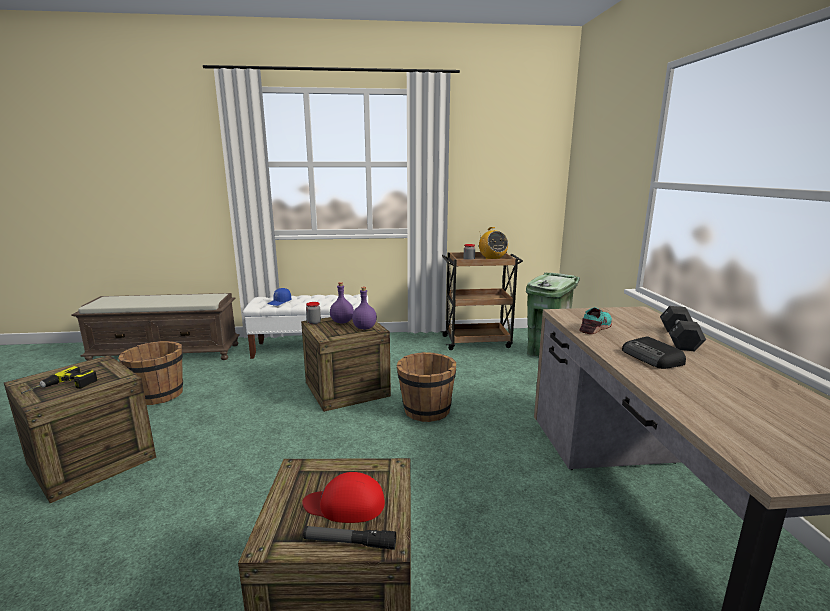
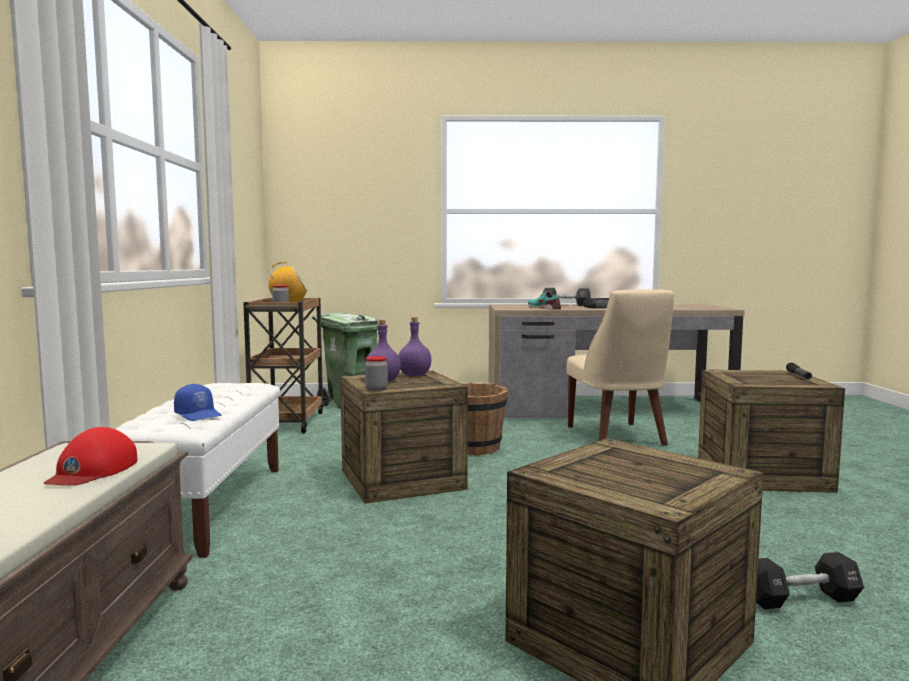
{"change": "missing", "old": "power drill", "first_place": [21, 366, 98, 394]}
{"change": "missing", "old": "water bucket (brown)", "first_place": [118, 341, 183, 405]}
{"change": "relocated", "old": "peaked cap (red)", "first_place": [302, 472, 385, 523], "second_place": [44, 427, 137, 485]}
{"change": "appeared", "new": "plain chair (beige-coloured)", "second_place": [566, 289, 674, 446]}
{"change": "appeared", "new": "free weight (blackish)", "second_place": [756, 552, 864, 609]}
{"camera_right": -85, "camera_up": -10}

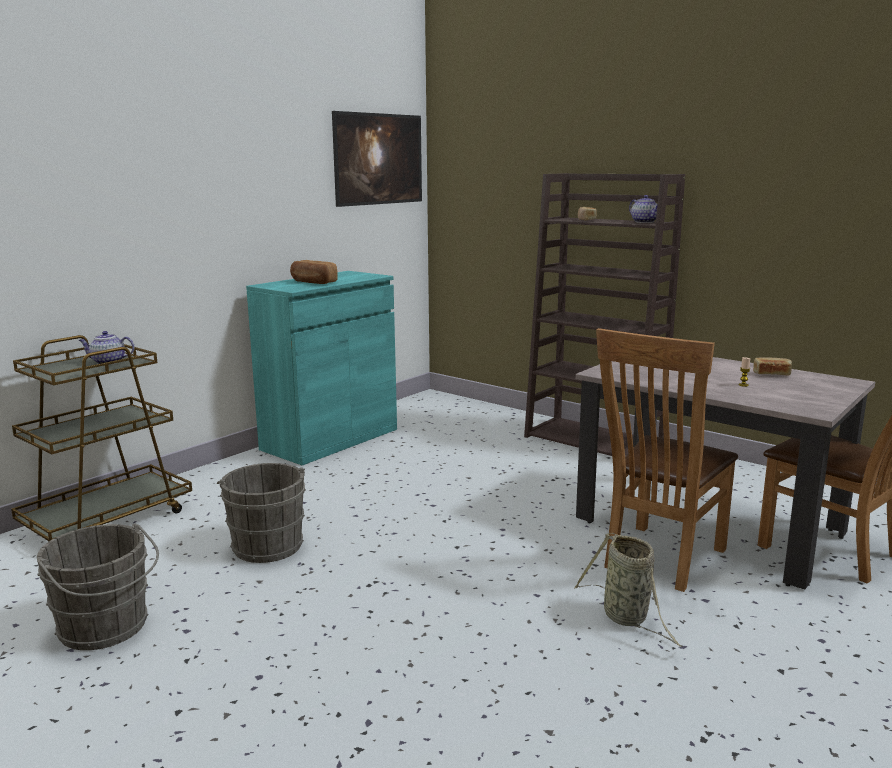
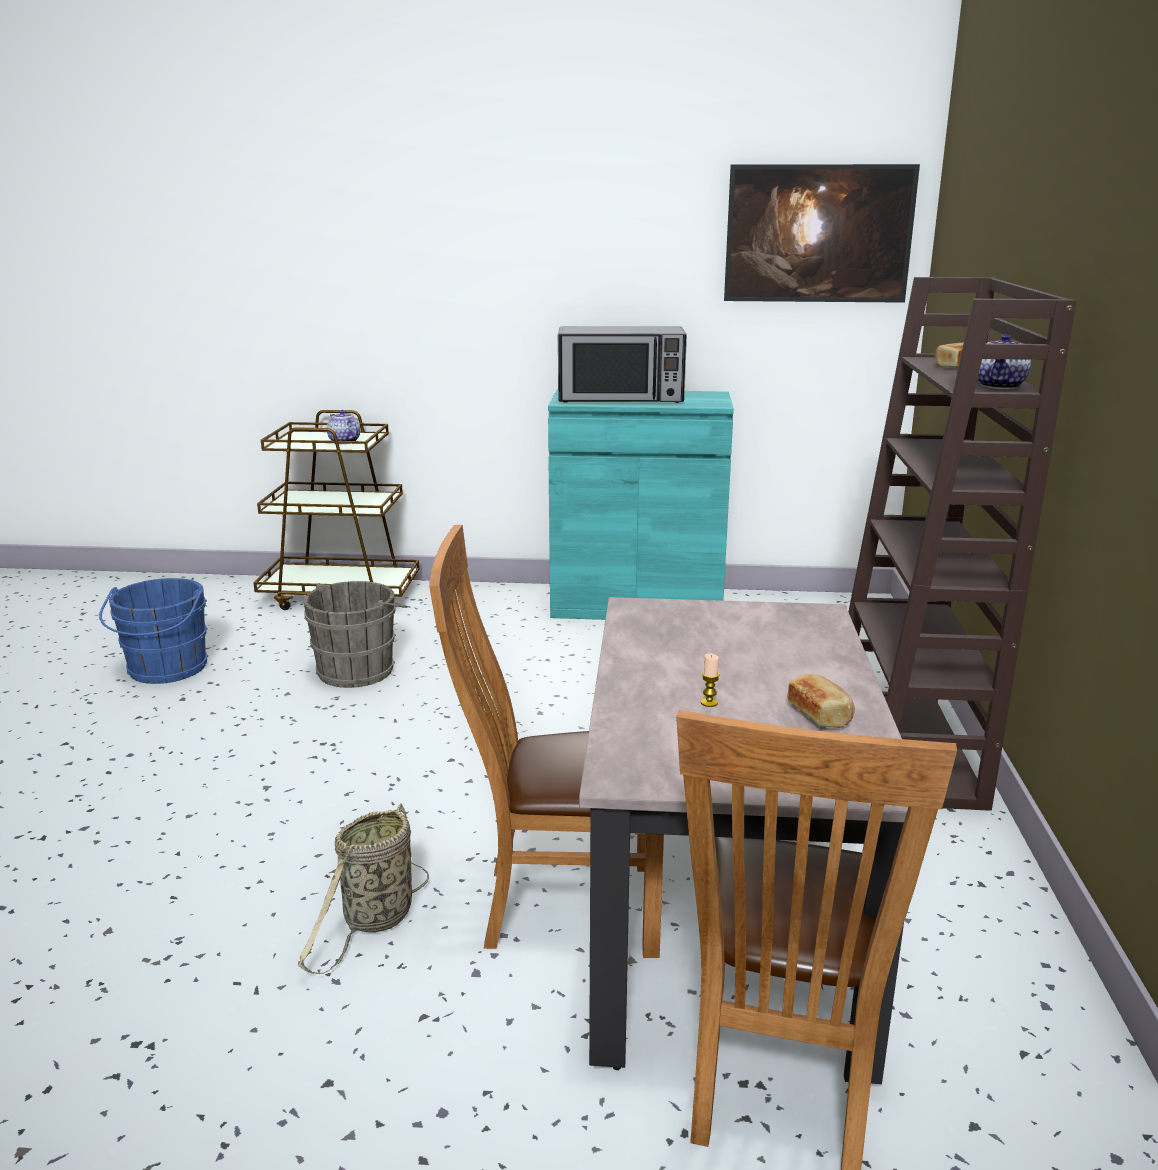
{"change": "colour", "old": "water bucket (grey)", "new": "water bucket (blue-coloured)", "first_place": [37, 524, 159, 650], "second_place": [99, 578, 208, 684]}
{"change": "exchanged", "old": "bakery bread", "new": "microwave", "first_place": [290, 260, 338, 284], "second_place": [558, 326, 687, 403]}
{"camera_right": 55, "camera_up": 5}

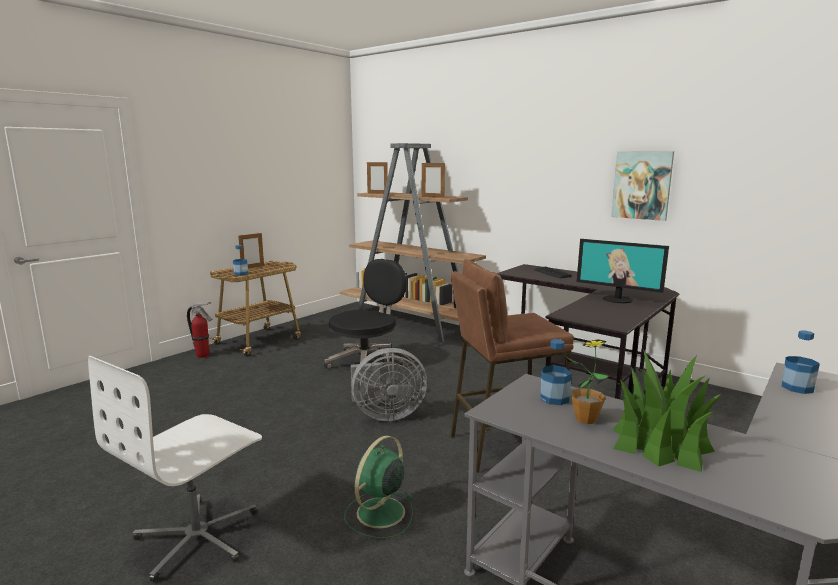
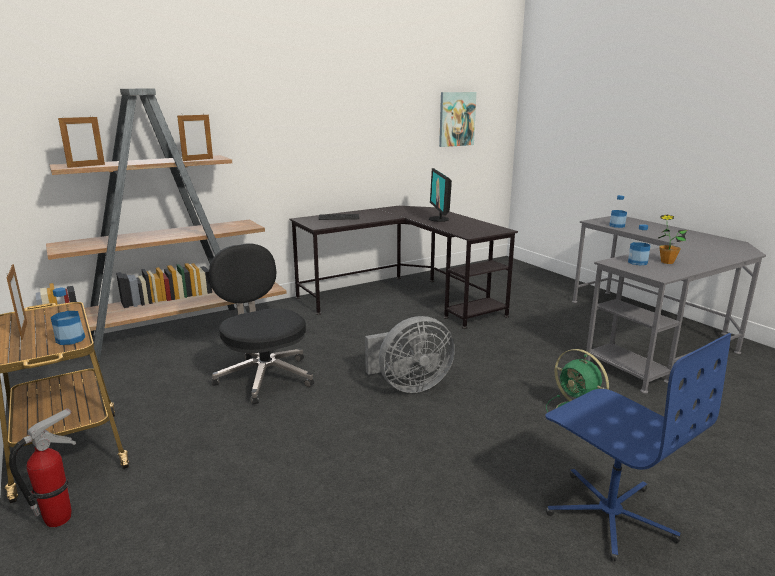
{"change": "colour", "old": "office chair (whitish)", "new": "office chair (blue-coloured)", "first_place": [88, 356, 262, 582], "second_place": [545, 333, 731, 561]}
{"change": "spun", "old": "fan (grey)", "first_place": [351, 348, 427, 421], "second_place": [365, 316, 455, 393], "degrees": 60}
{"change": "missing", "old": "sitting stool (brown)", "first_place": [451, 259, 574, 473]}
{"change": "spun", "old": "computer display", "first_place": [577, 239, 669, 303], "second_place": [429, 168, 452, 222], "degrees": 120}
{"change": "relocated", "old": "picture", "first_place": [611, 151, 674, 221], "second_place": [439, 92, 477, 147]}
{"change": "missing", "old": "plant in a pot", "first_place": [612, 349, 722, 472]}
{"camera_right": -70, "camera_up": 5}

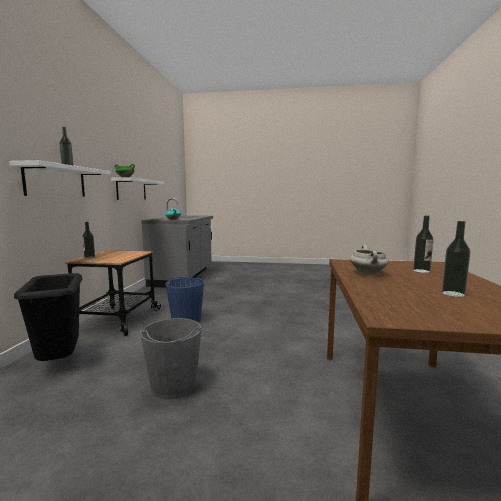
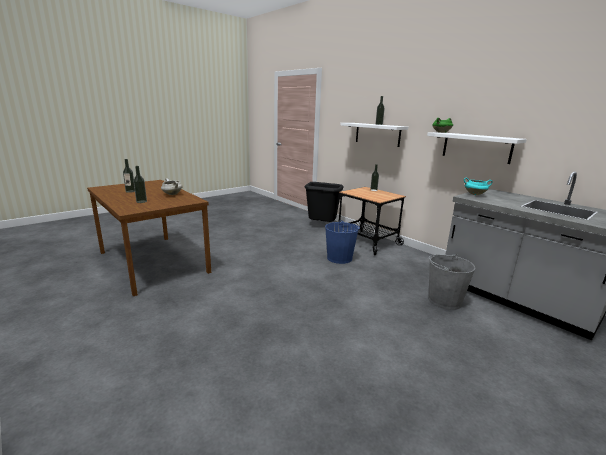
{"change": "relocated", "old": "water bucket (grey)", "first_place": [140, 318, 202, 399], "second_place": [428, 254, 475, 310]}
{"camera_right": 130, "camera_up": 10}

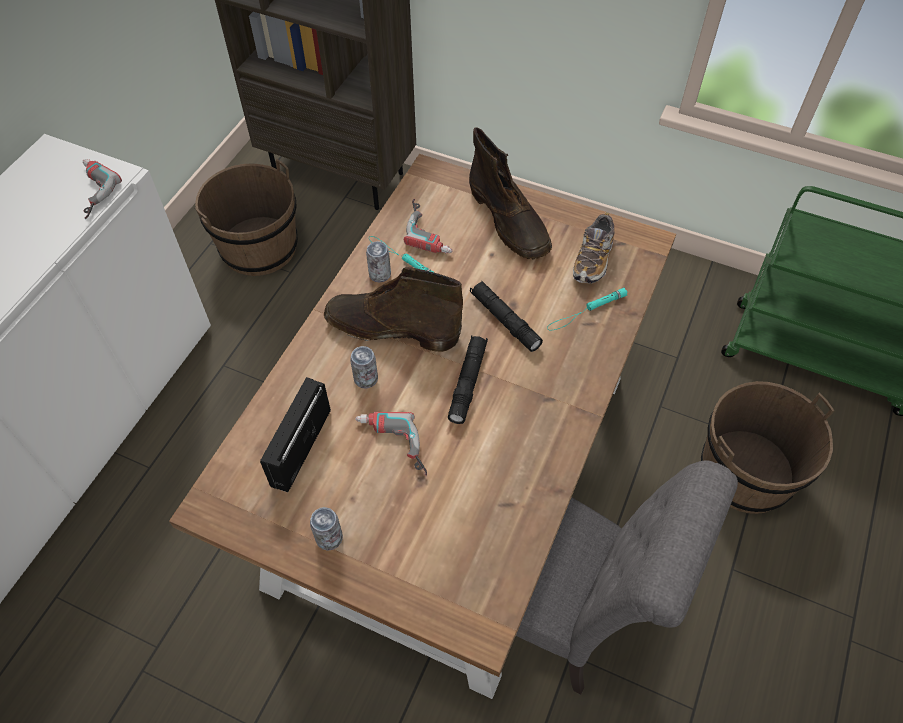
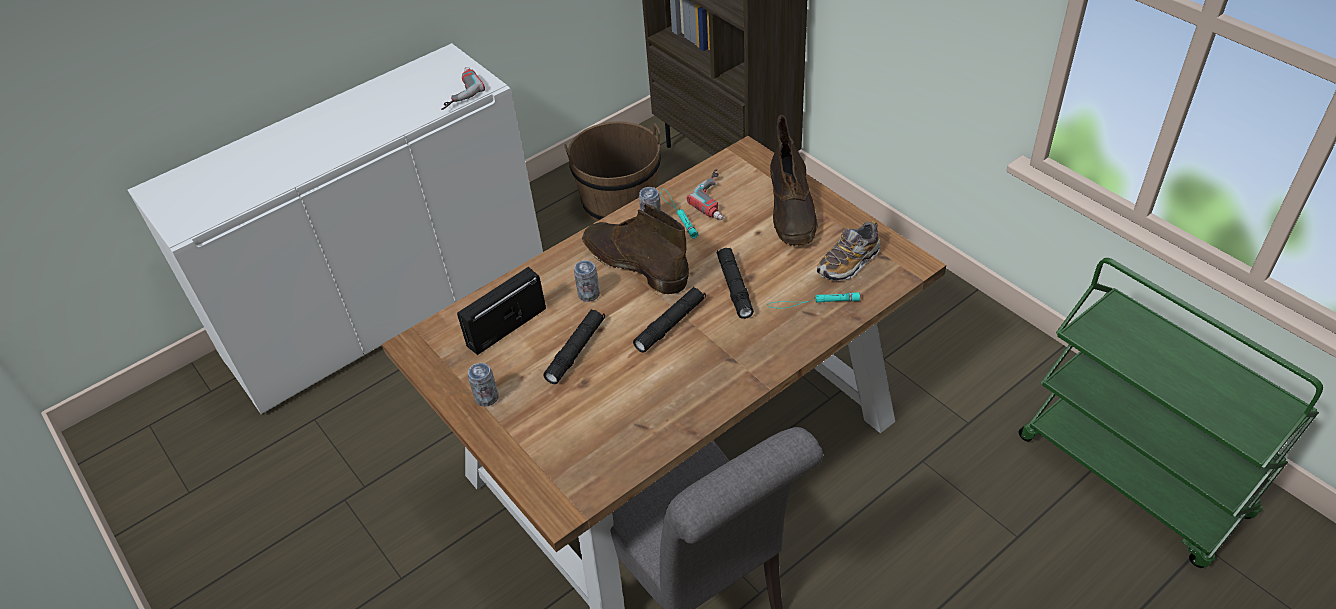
{"change": "exchanged", "old": "power drill", "new": "hand torch (blackish)", "first_place": [355, 412, 427, 476], "second_place": [543, 309, 605, 384]}
{"change": "missing", "old": "water bucket (brown)", "first_place": [701, 381, 834, 514]}
{"camera_right": 30, "camera_up": -10}

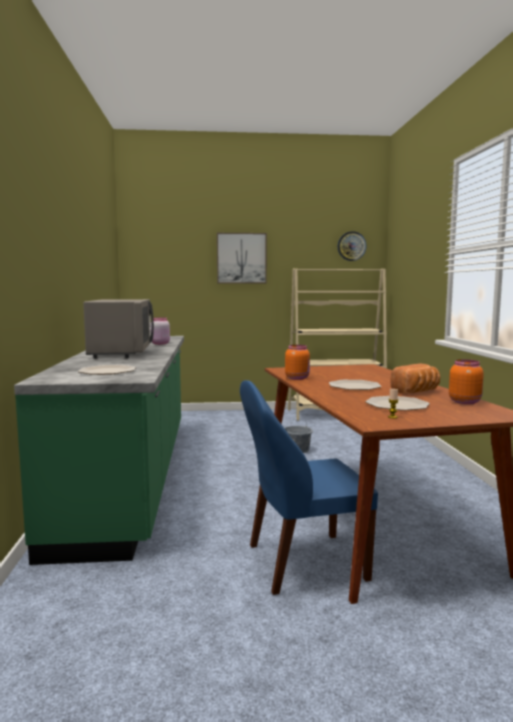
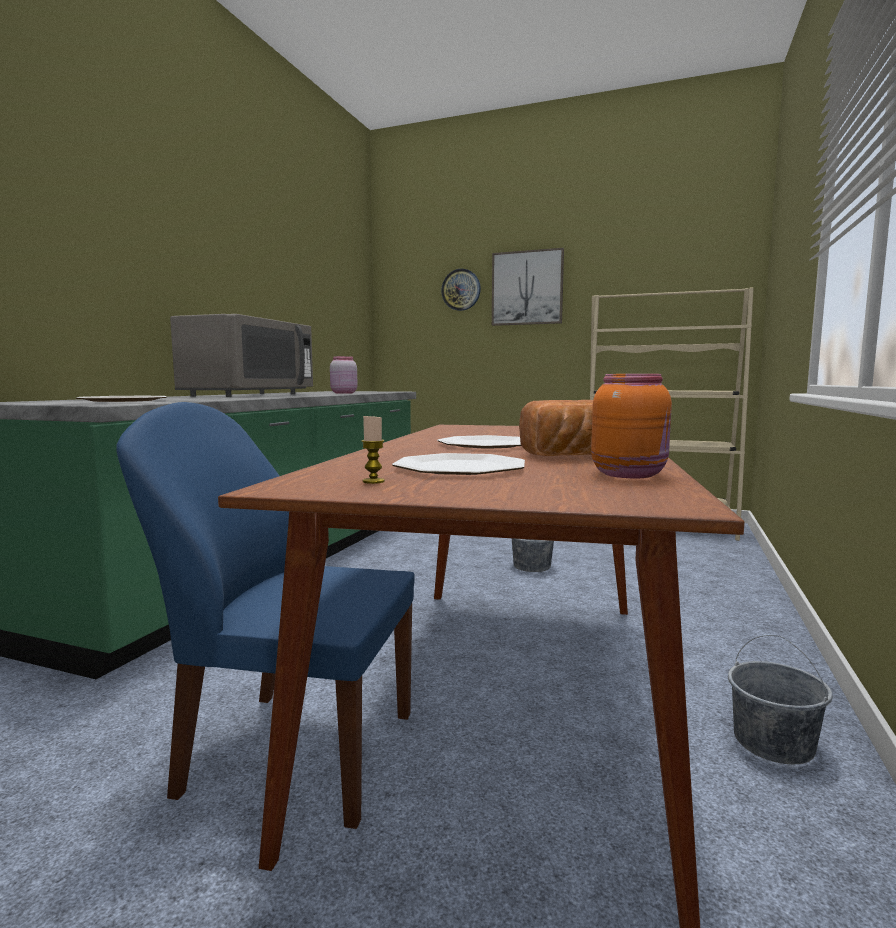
{"change": "missing", "old": "jar (orange)", "first_place": [285, 345, 310, 380]}
{"change": "relocated", "old": "hanging clock", "first_place": [338, 231, 366, 261], "second_place": [441, 269, 481, 311]}
{"change": "appeared", "new": "water bucket (grey)", "second_place": [728, 635, 833, 765]}
{"camera_right": 25, "camera_up": 0}

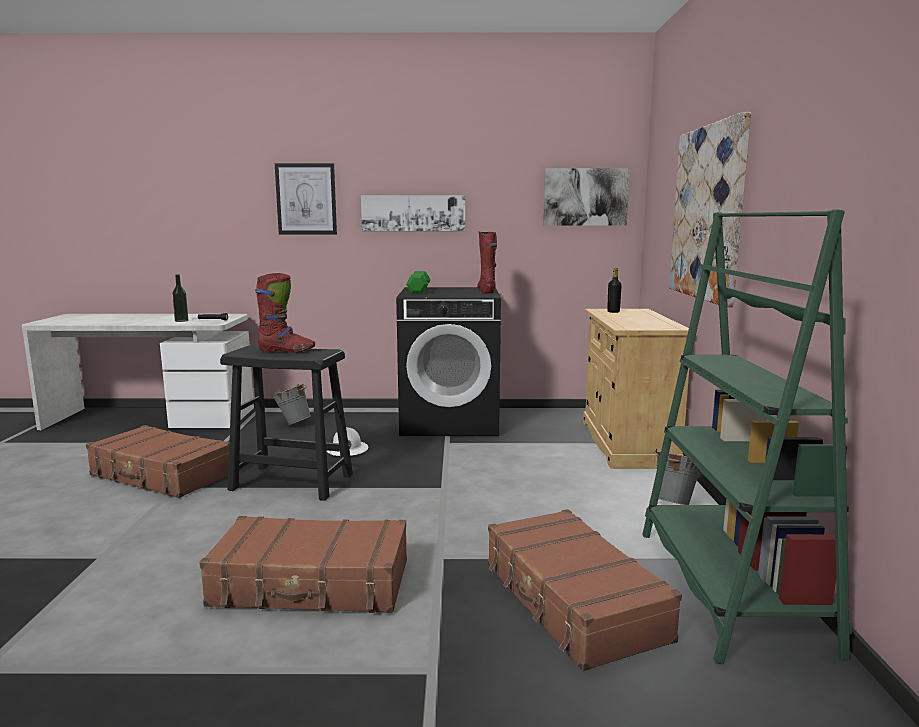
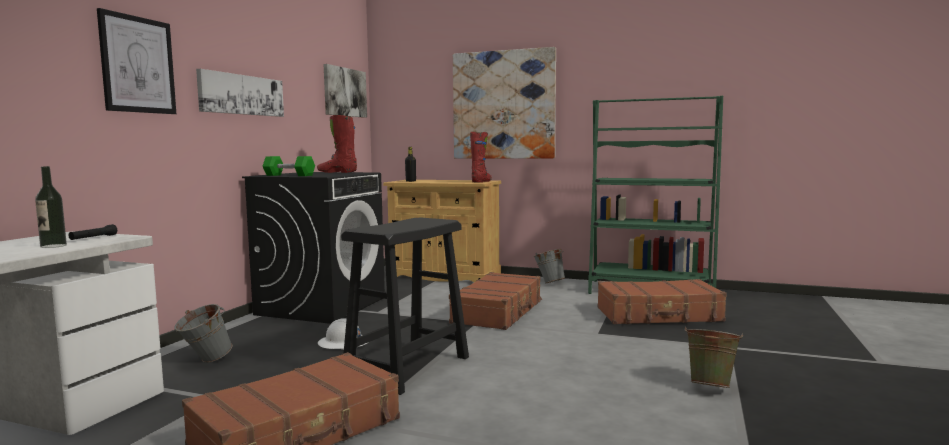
{"change": "relocated", "old": "suitcase (brown)", "first_place": [199, 516, 407, 613], "second_place": [449, 272, 542, 330]}
{"change": "relocated", "old": "boot (red)", "first_place": [255, 273, 315, 353], "second_place": [470, 132, 492, 182]}
{"change": "appeared", "new": "water bucket (greenish)", "second_place": [685, 327, 743, 388]}
{"camera_right": -70, "camera_up": -5}

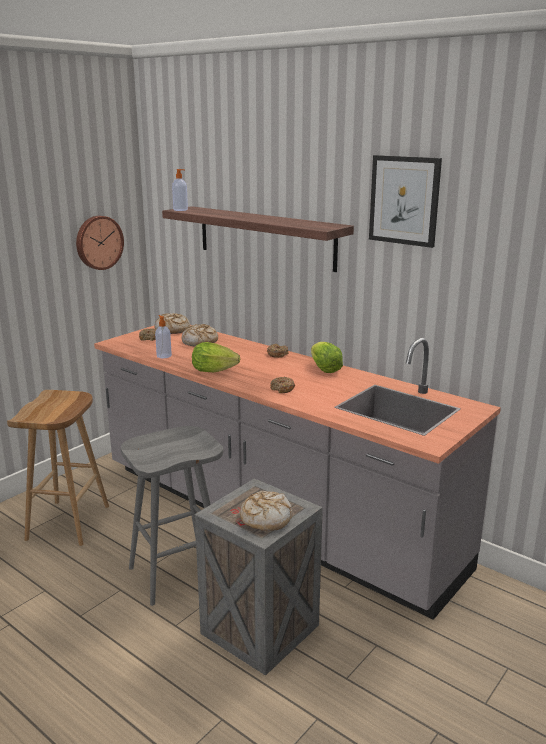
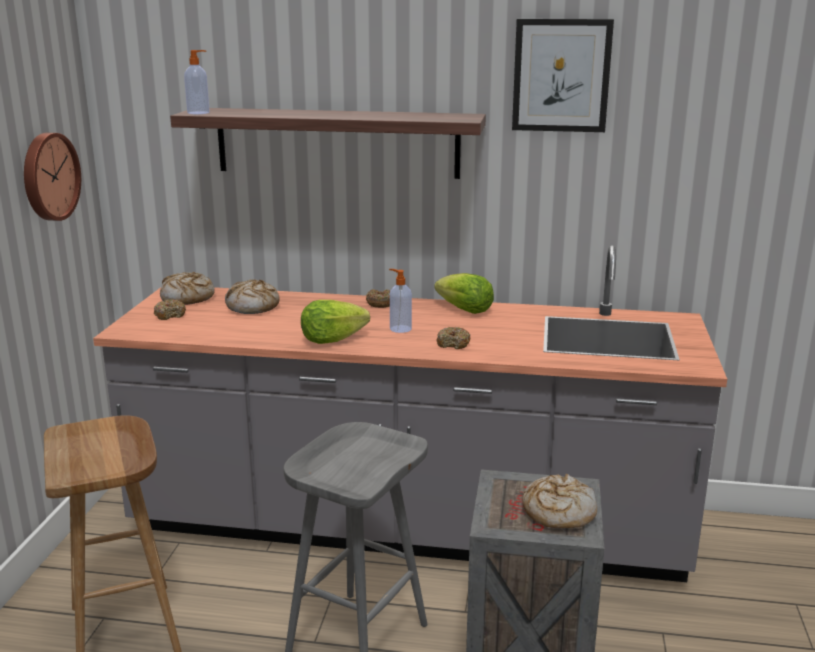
{"change": "relocated", "old": "liquid soap bottle", "first_place": [155, 315, 172, 358], "second_place": [389, 269, 412, 333]}
{"camera_right": -30, "camera_up": 0}

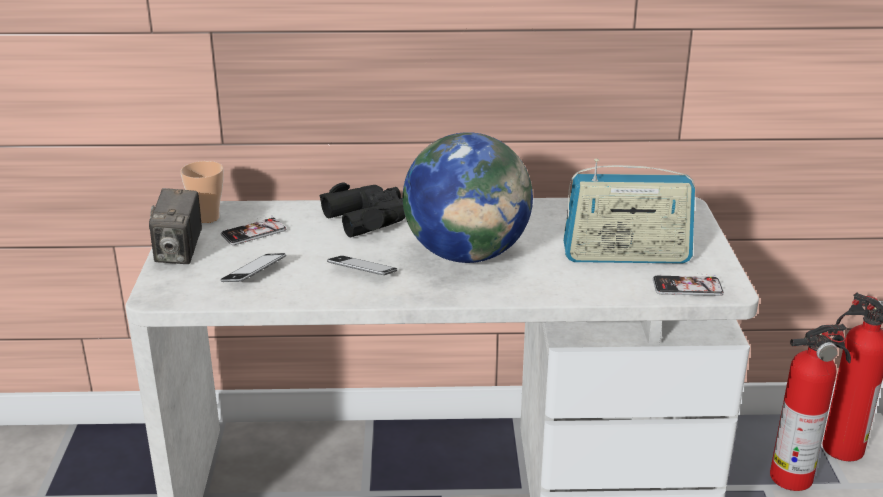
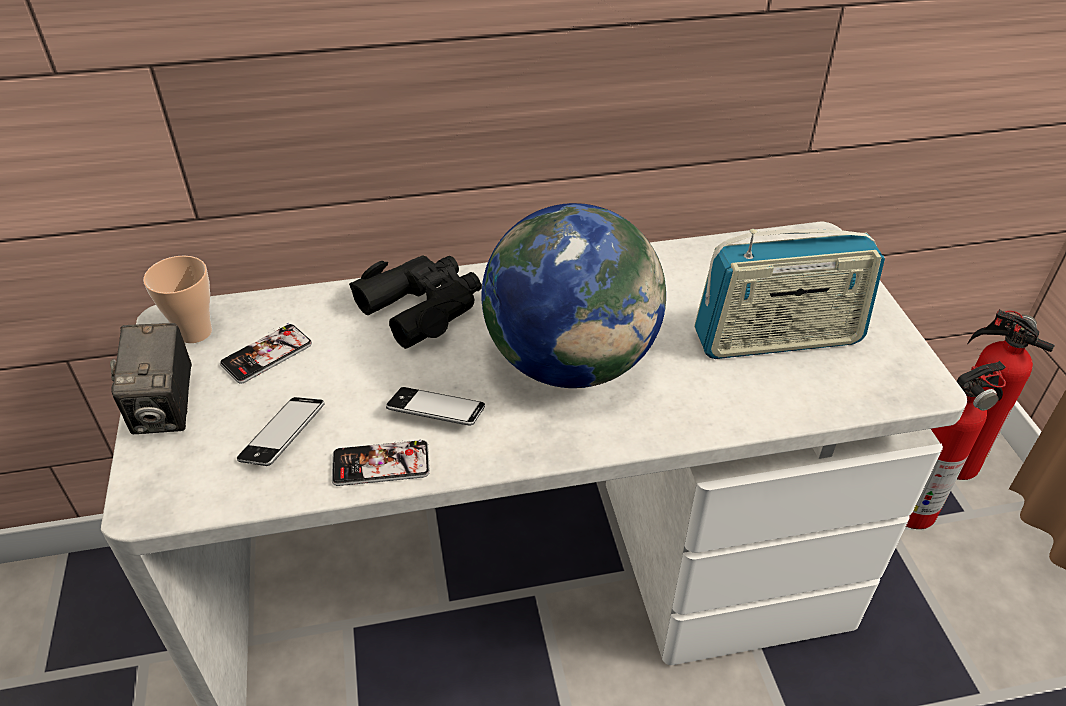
{"change": "relocated", "old": "handset", "first_place": [653, 273, 724, 296], "second_place": [332, 440, 430, 486]}
{"camera_right": -10, "camera_up": 15}

